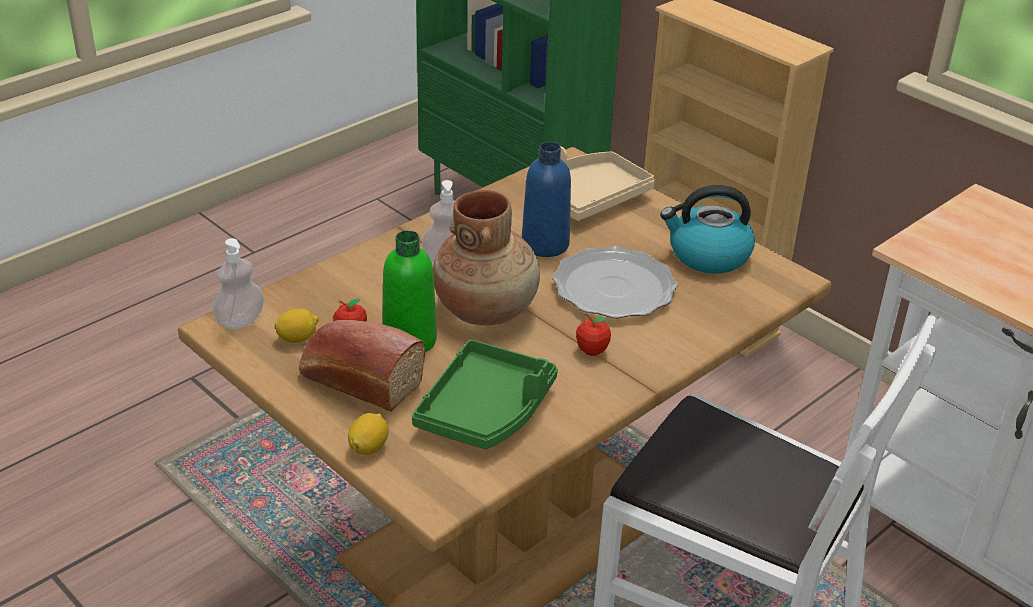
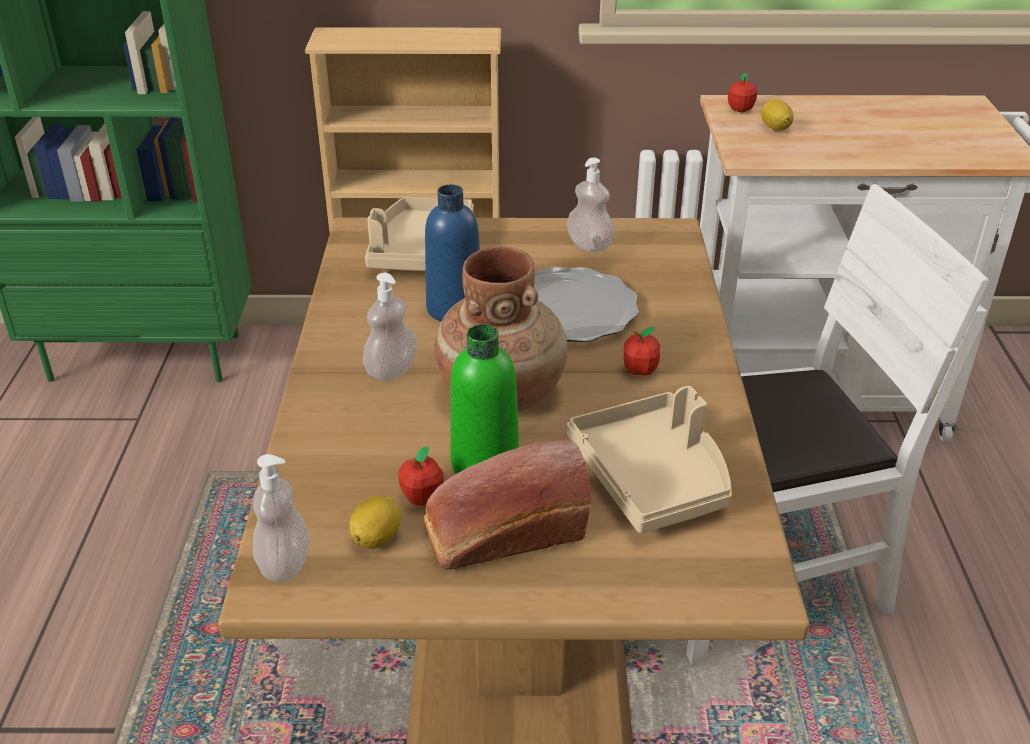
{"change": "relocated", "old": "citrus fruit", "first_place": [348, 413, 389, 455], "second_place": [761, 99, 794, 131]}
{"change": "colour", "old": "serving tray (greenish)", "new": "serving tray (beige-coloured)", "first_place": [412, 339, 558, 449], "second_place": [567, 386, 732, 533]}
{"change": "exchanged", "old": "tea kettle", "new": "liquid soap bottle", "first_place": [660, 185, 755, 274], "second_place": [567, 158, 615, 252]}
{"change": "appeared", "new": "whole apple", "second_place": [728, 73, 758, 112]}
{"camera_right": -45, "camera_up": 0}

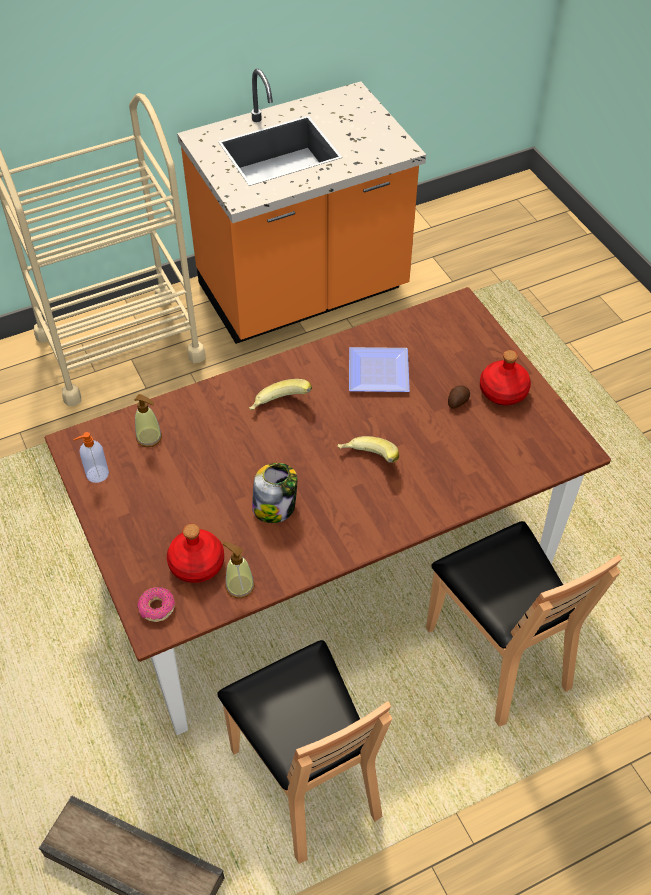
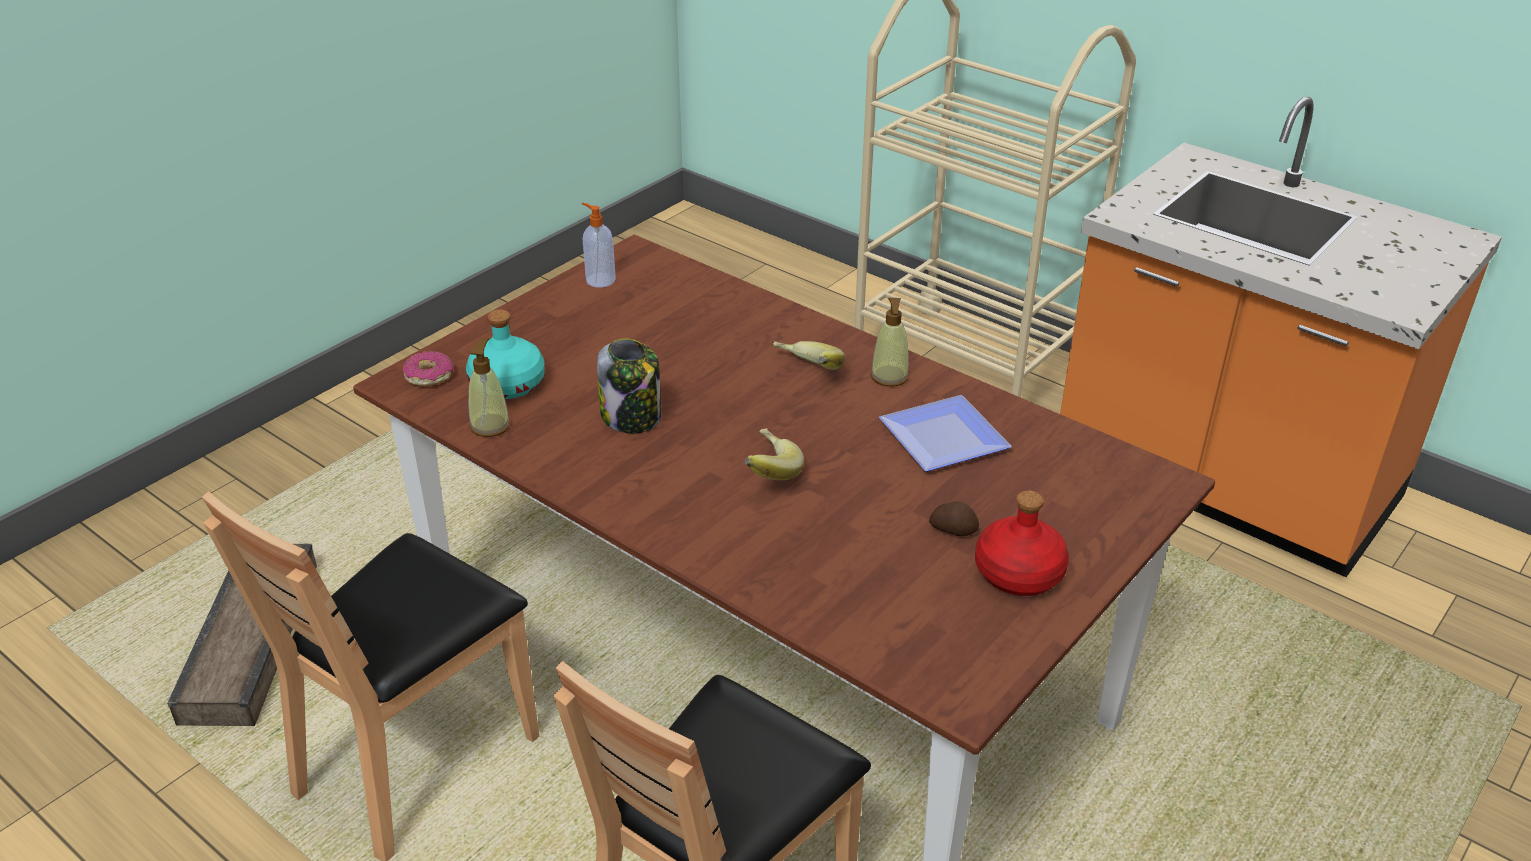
{"change": "relocated", "old": "liquid soap bottle", "first_place": [134, 394, 162, 447], "second_place": [870, 298, 909, 387]}
{"change": "colour", "old": "beverage bottle (red)", "new": "beverage bottle (turquoise)", "first_place": [167, 524, 224, 583], "second_place": [466, 309, 545, 399]}
{"camera_right": 65, "camera_up": -15}

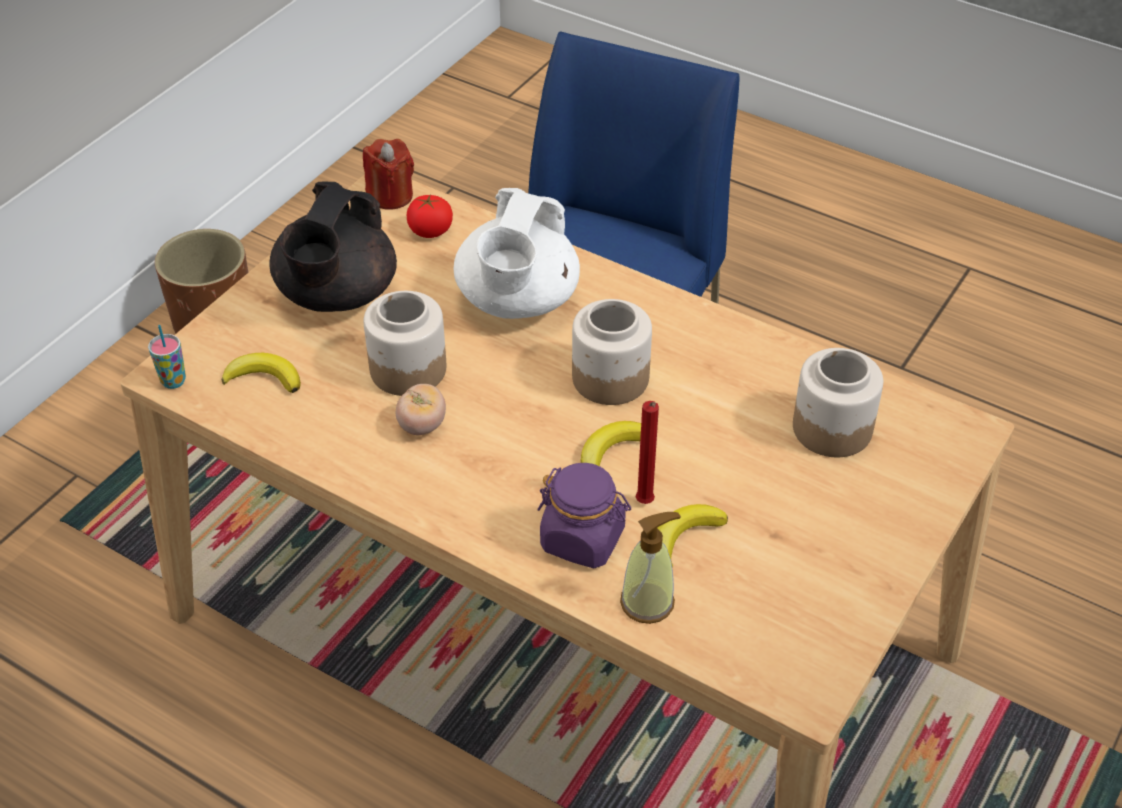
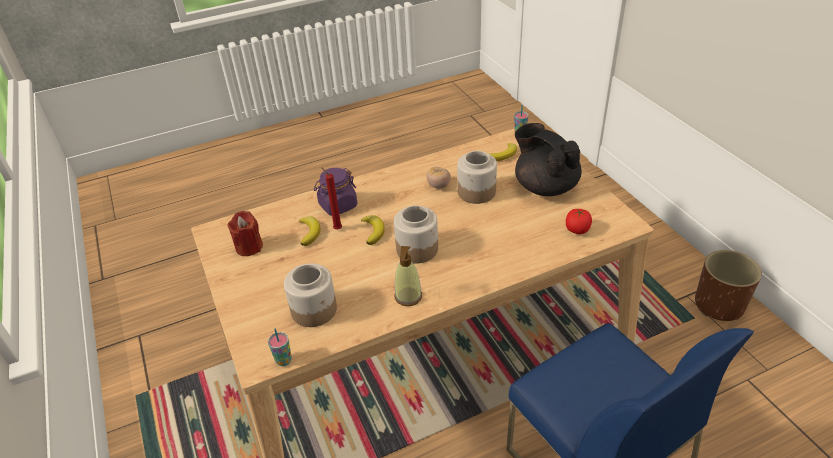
{"change": "relocated", "old": "candle (red)", "first_place": [363, 139, 414, 210], "second_place": [227, 211, 263, 256]}
{"change": "missing", "old": "teapot (whitish)", "first_place": [454, 188, 580, 319]}
{"change": "relocated", "old": "liquid soap bottle", "first_place": [620, 512, 681, 624], "second_place": [394, 246, 422, 306]}
{"change": "appeared", "new": "drinking cup", "second_place": [268, 328, 292, 366]}
{"camera_right": 125, "camera_up": -5}

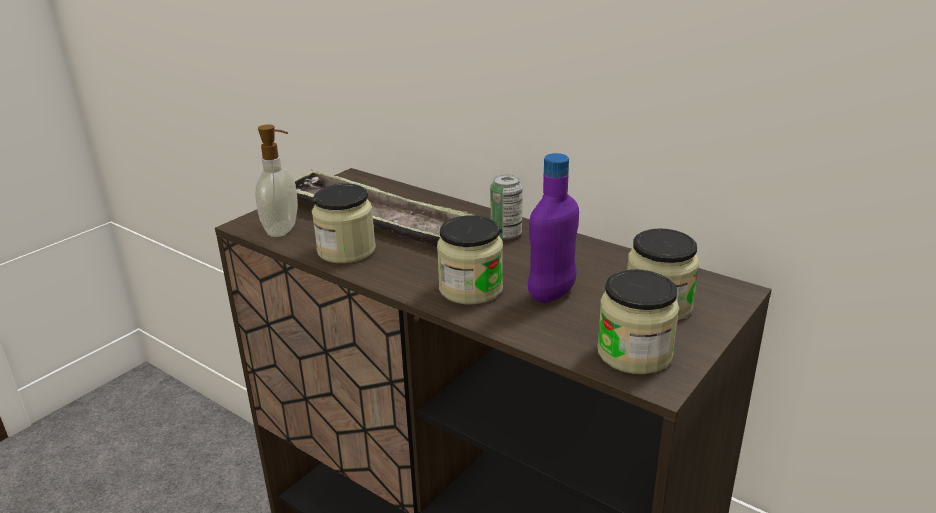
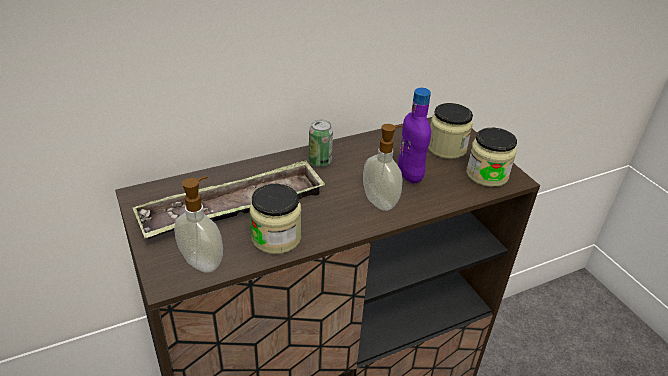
{"change": "exchanged", "old": "jar", "new": "liquid soap bottle", "first_place": [437, 215, 503, 305], "second_place": [363, 124, 403, 211]}
{"camera_right": -65, "camera_up": 10}

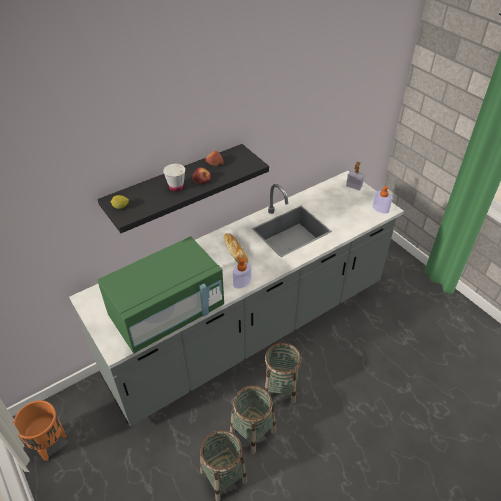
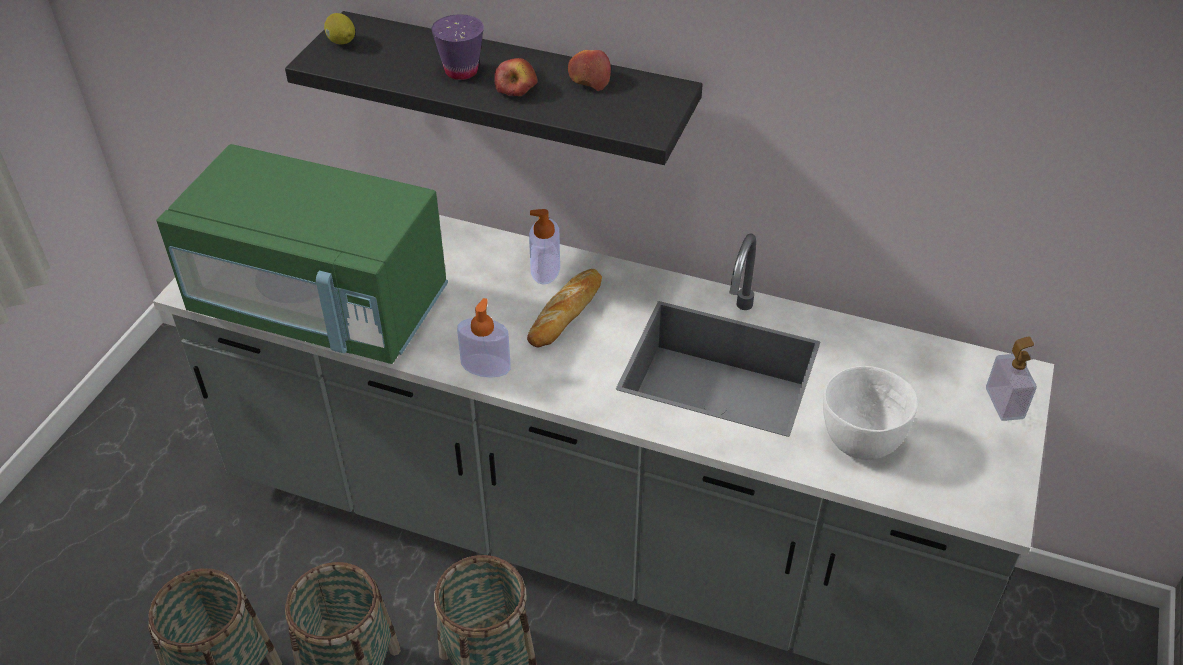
{"change": "missing", "old": "flower pot (orange)", "first_place": [13, 400, 67, 461]}
{"change": "colour", "old": "drinking cup (whitish)", "new": "drinking cup (purplish)", "first_place": [163, 164, 185, 191], "second_place": [431, 15, 484, 80]}
{"change": "relocated", "old": "liquid soap bottle", "first_place": [372, 186, 393, 214], "second_place": [529, 209, 560, 285]}
{"change": "appeared", "new": "deep dish (whitish)", "second_place": [823, 366, 918, 460]}
{"camera_right": 55, "camera_up": 0}

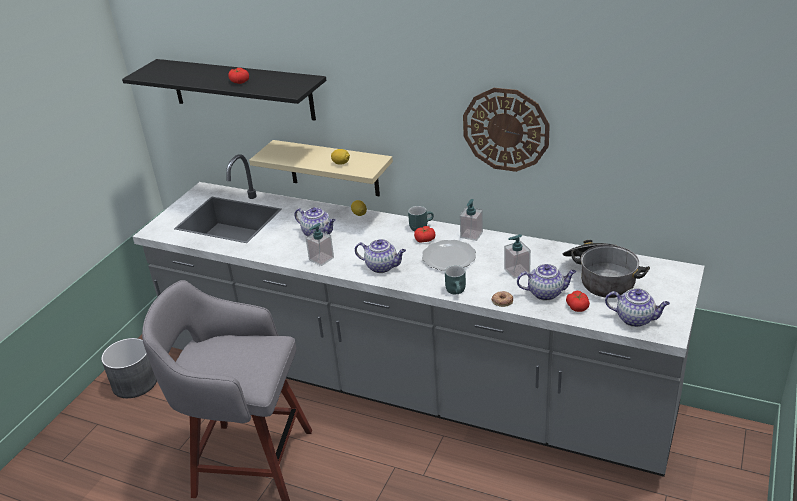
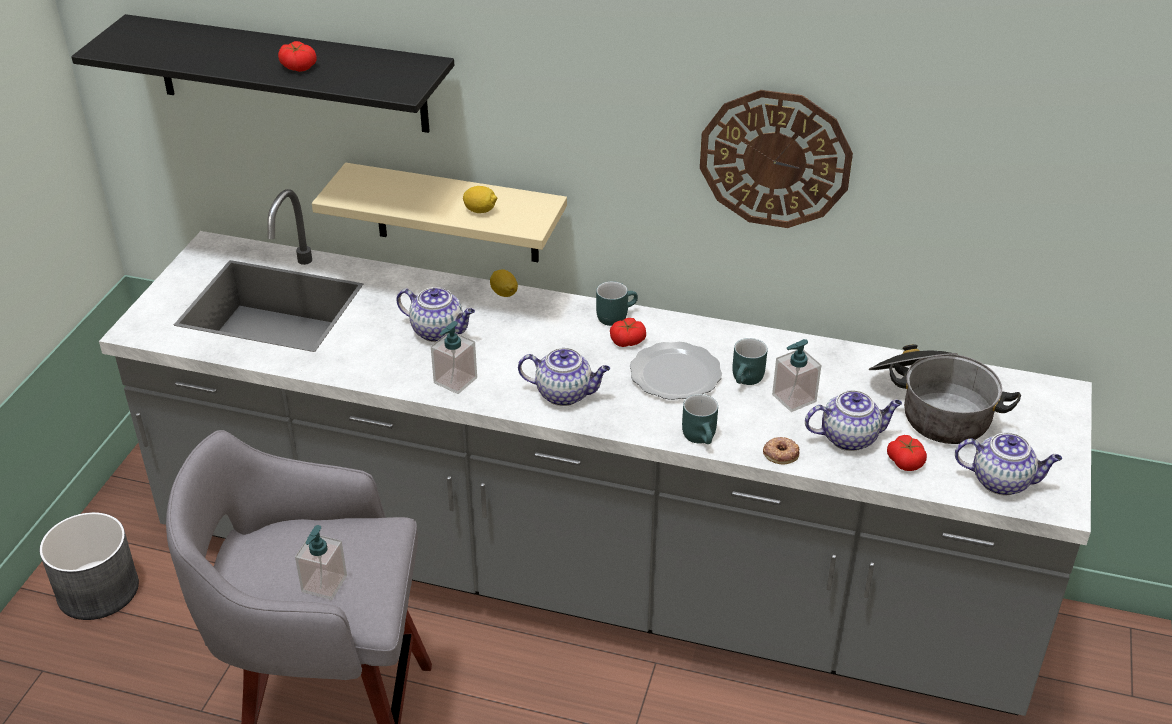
{"change": "relocated", "old": "liquid soap bottle", "first_place": [460, 199, 483, 241], "second_place": [295, 525, 347, 600]}
{"change": "appeared", "new": "coffee mug (turquoise)", "second_place": [732, 338, 768, 385]}
{"camera_right": -10, "camera_up": 5}

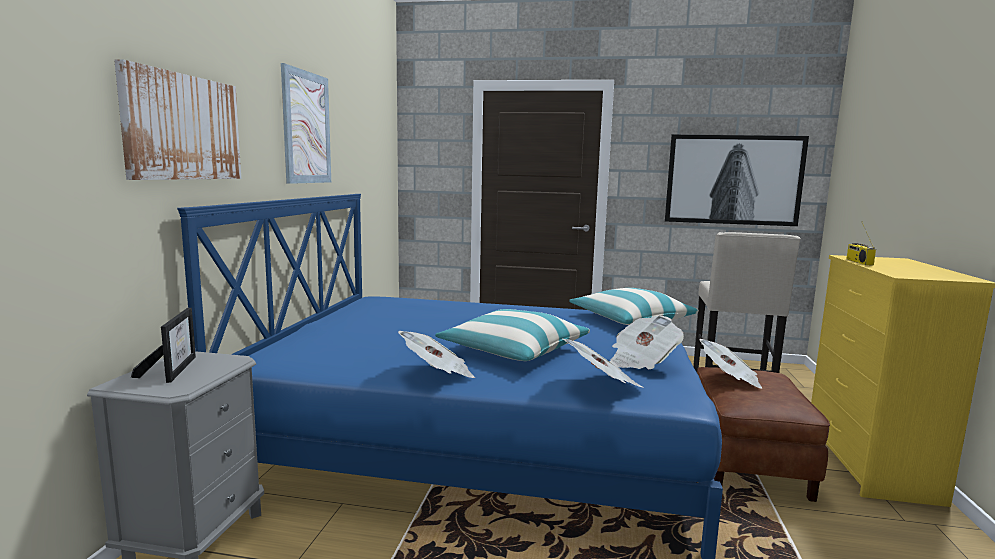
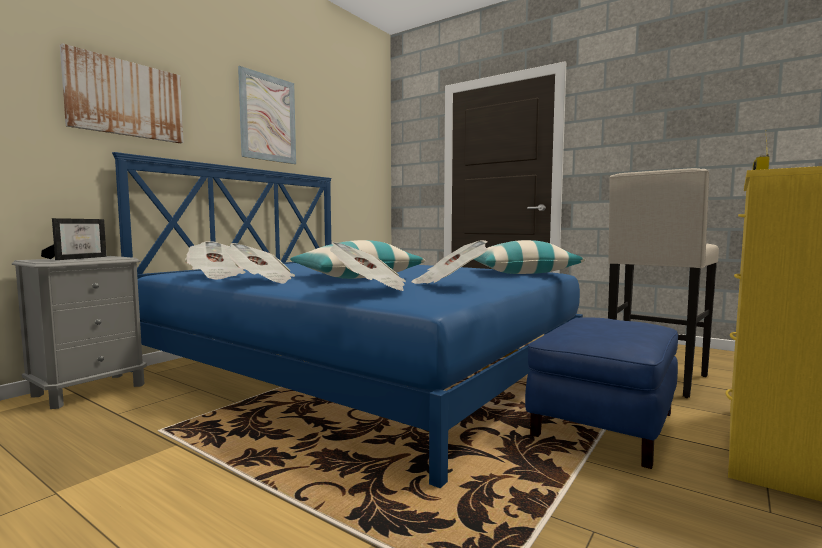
{"change": "missing", "old": "picture", "first_place": [665, 134, 809, 226]}
{"change": "colour", "old": "ottoman (brown)", "new": "ottoman (blue-coloured)", "first_place": [697, 367, 830, 502], "second_place": [525, 317, 678, 469]}
{"change": "relocated", "old": "daily paper", "first_place": [699, 339, 762, 389], "second_place": [185, 241, 246, 279]}
{"camera_right": 25, "camera_up": -5}

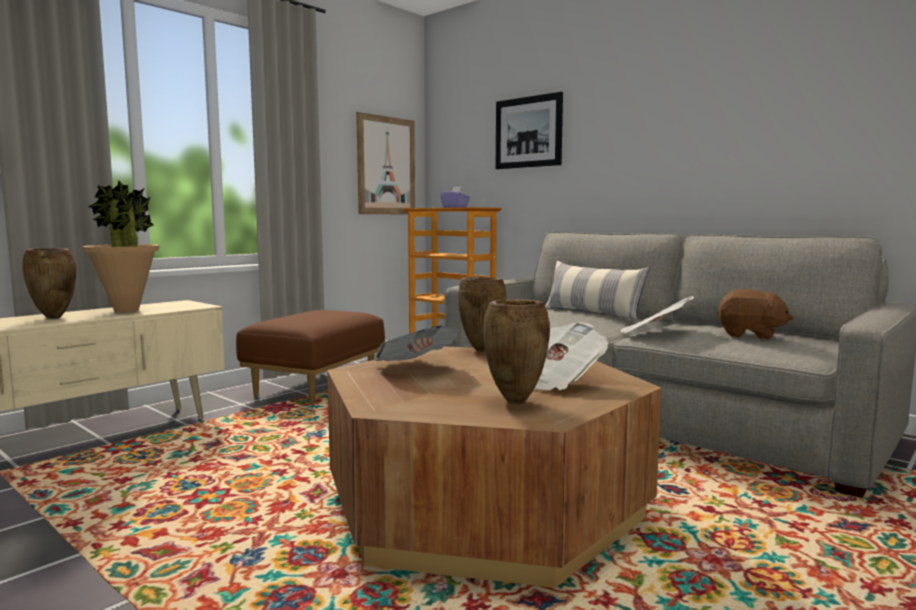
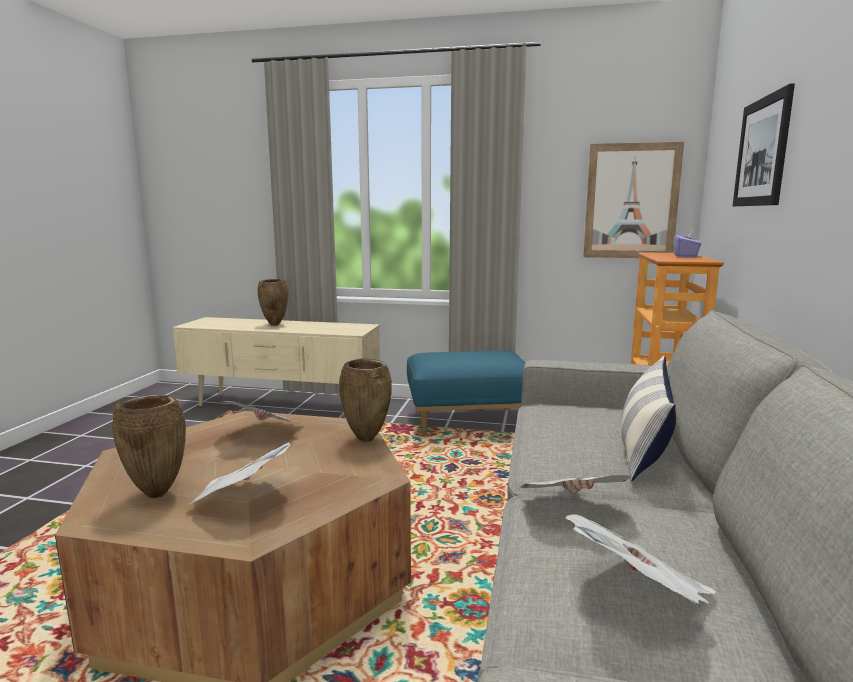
{"change": "missing", "old": "plant in a pot", "first_place": [82, 180, 160, 312]}
{"change": "colour", "old": "ottoman (brown)", "new": "ottoman (blue-coloured)", "first_place": [236, 310, 385, 404], "second_place": [407, 351, 525, 436]}
{"change": "exchanged", "old": "plush toy (brown)", "new": "daily paper", "first_place": [717, 289, 793, 340], "second_place": [566, 514, 717, 605]}
{"camera_right": 60, "camera_up": 5}

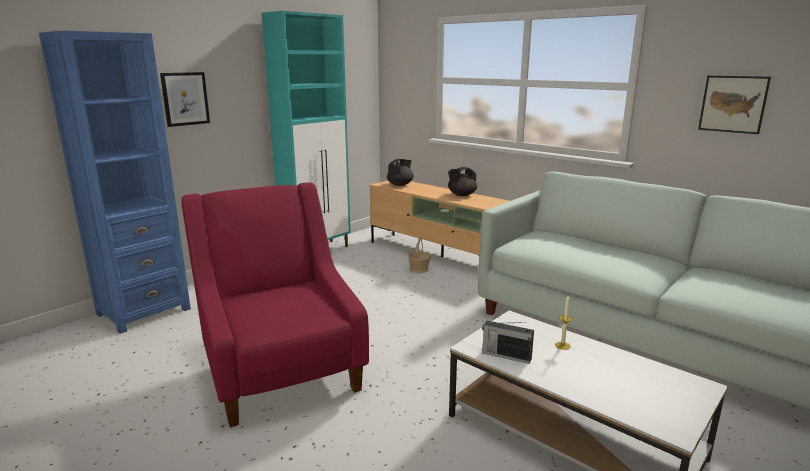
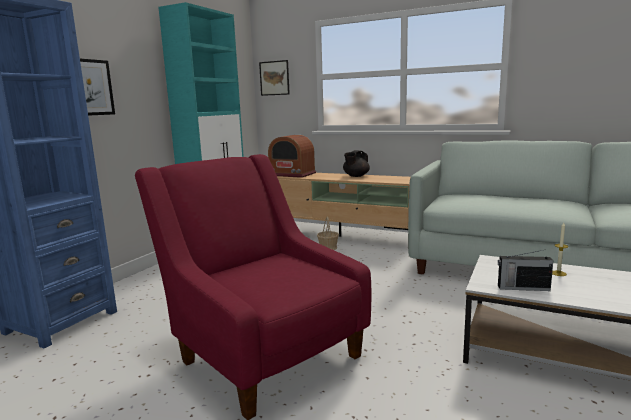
{"change": "exchanged", "old": "teapot (blackish)", "new": "radio receiver", "first_place": [387, 159, 414, 186], "second_place": [268, 135, 316, 178]}
{"change": "relocated", "old": "picture", "first_place": [698, 76, 771, 134], "second_place": [259, 60, 290, 96]}
{"camera_right": -15, "camera_up": -5}

